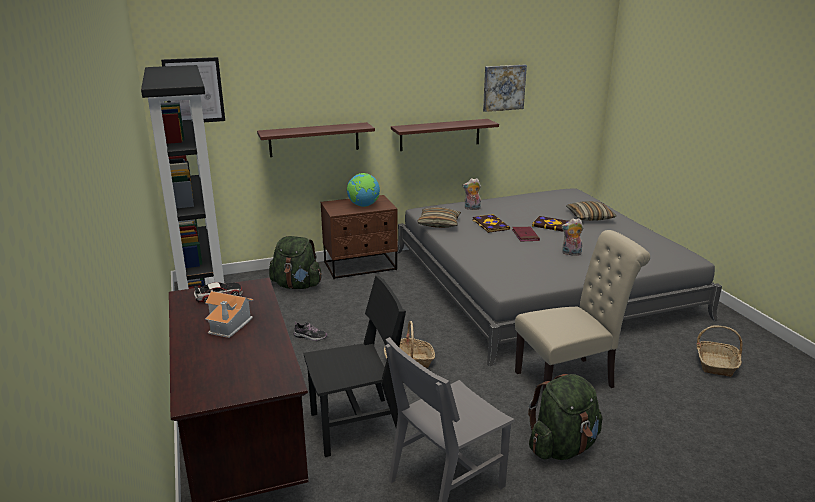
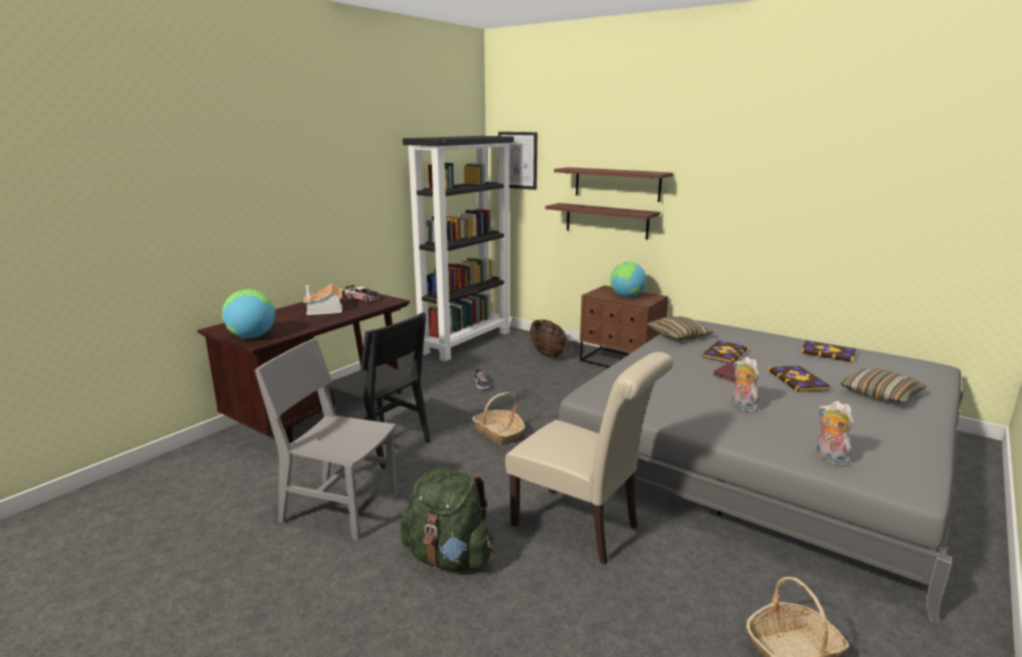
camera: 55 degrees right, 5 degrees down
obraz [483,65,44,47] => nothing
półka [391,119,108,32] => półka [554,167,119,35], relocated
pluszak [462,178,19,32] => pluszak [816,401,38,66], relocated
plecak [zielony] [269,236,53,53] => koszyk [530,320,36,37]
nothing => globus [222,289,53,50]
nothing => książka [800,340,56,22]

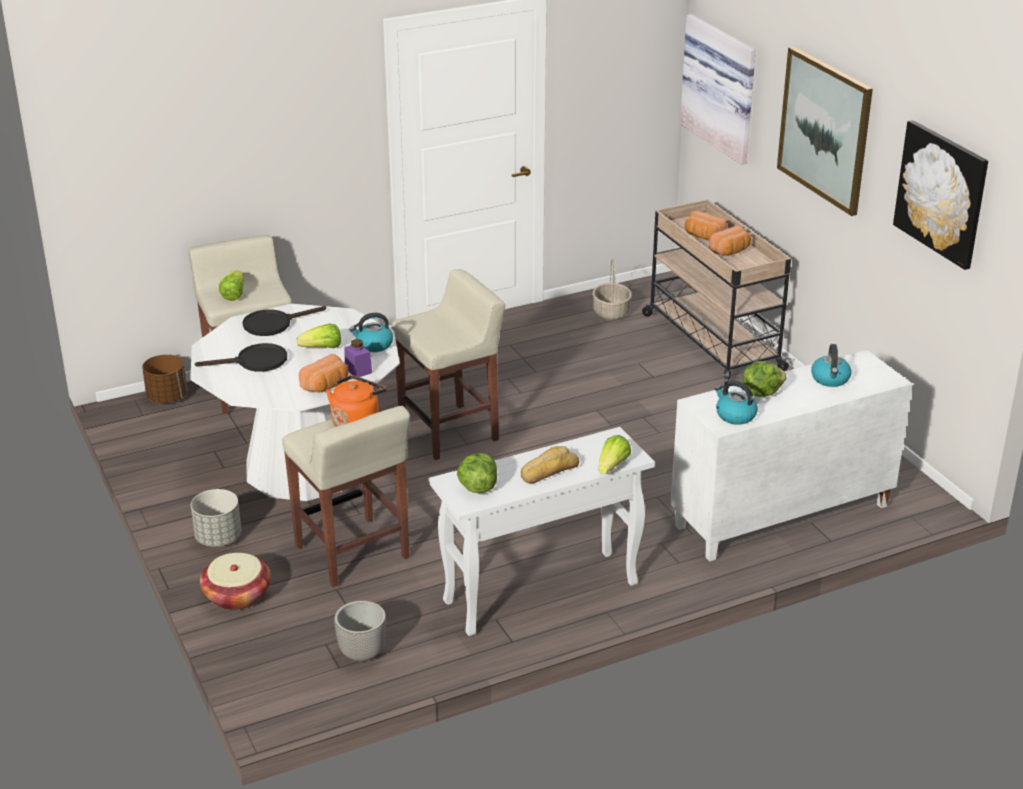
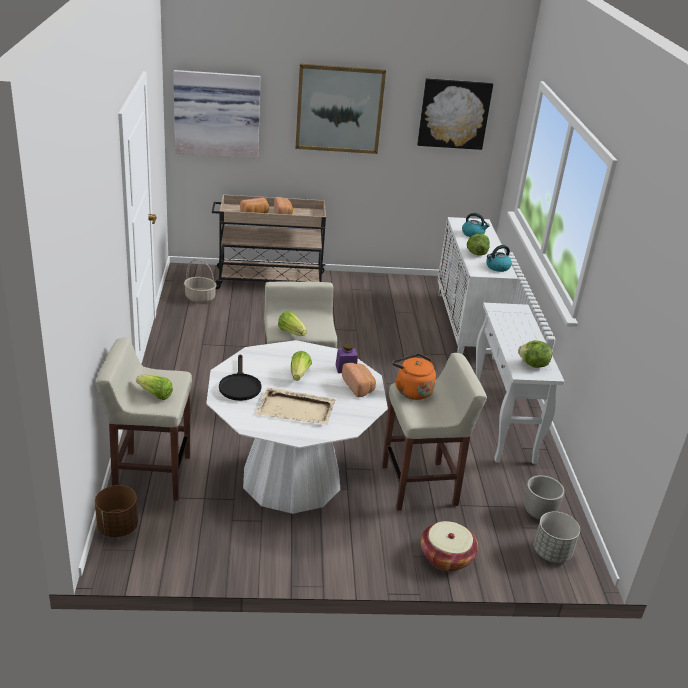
camera: 70 degrees left, 0 degrees up
czajnik [349,313,44,39] => nothing
patelnia [czarny] [195,343,92,29] => taca [beżowy] [255,387,81,37]
sałata [599,435,32,39] => sałata [278,311,29,25], relocated
chleb [521,446,58,37] => nothing
donica [szary] [191,489,50,58] => donica [szary] [534,512,46,51], relocated

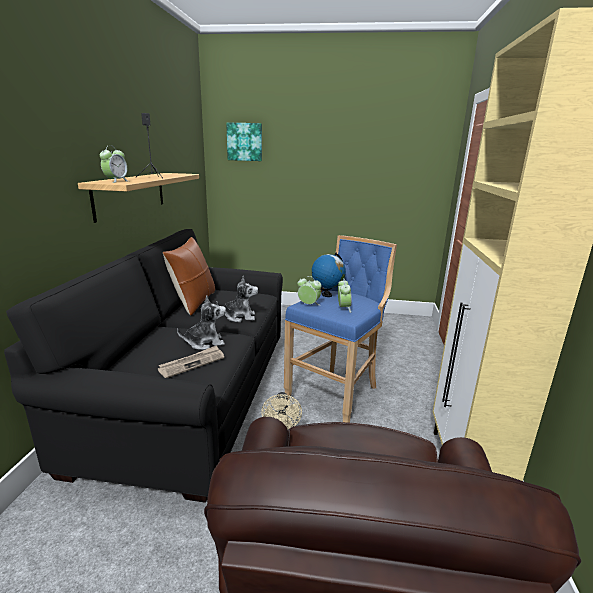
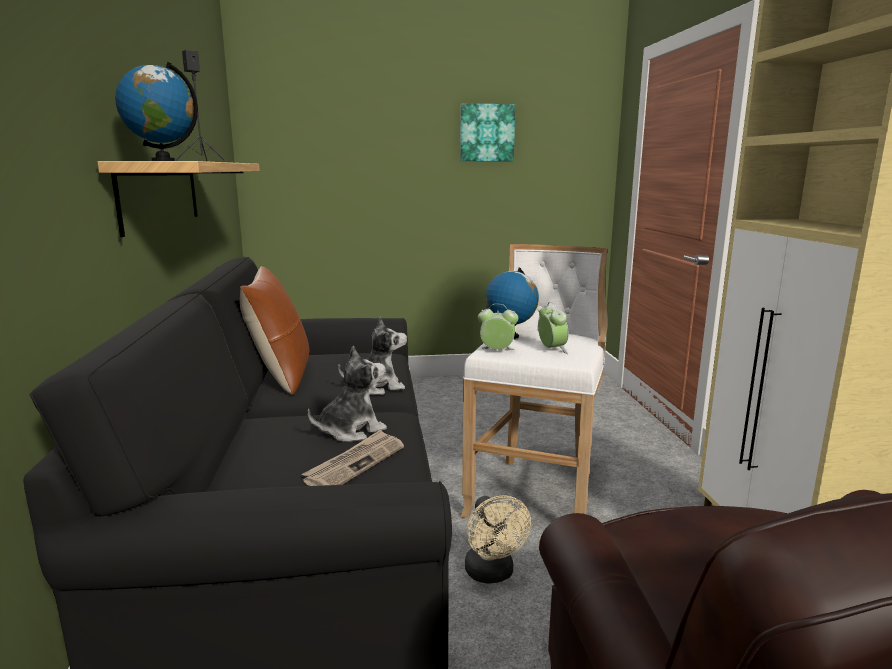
camera: 15 degrees left, 5 degrees down
obraz [226,123,36,38] => obraz [460,103,55,58], relocated
budzik [100,145,28,38] => globus [115,62,83,99]
stołek [niebieski] [284,235,113,188] => stołek [biały] [460,244,148,275]

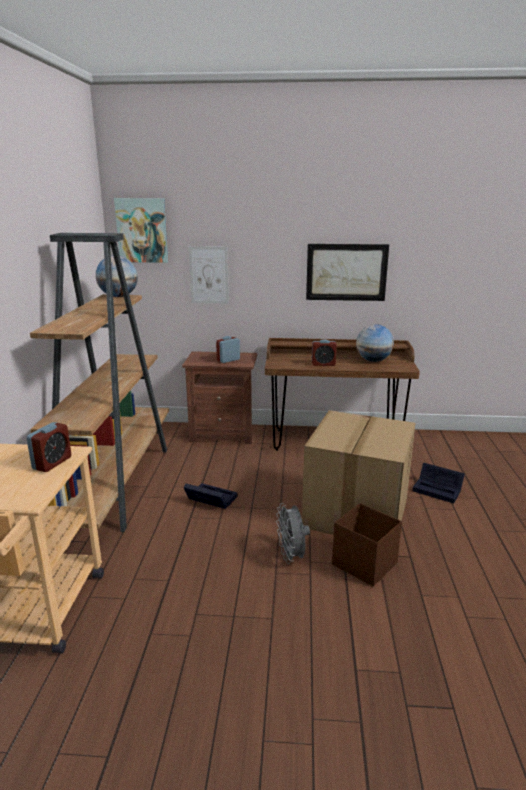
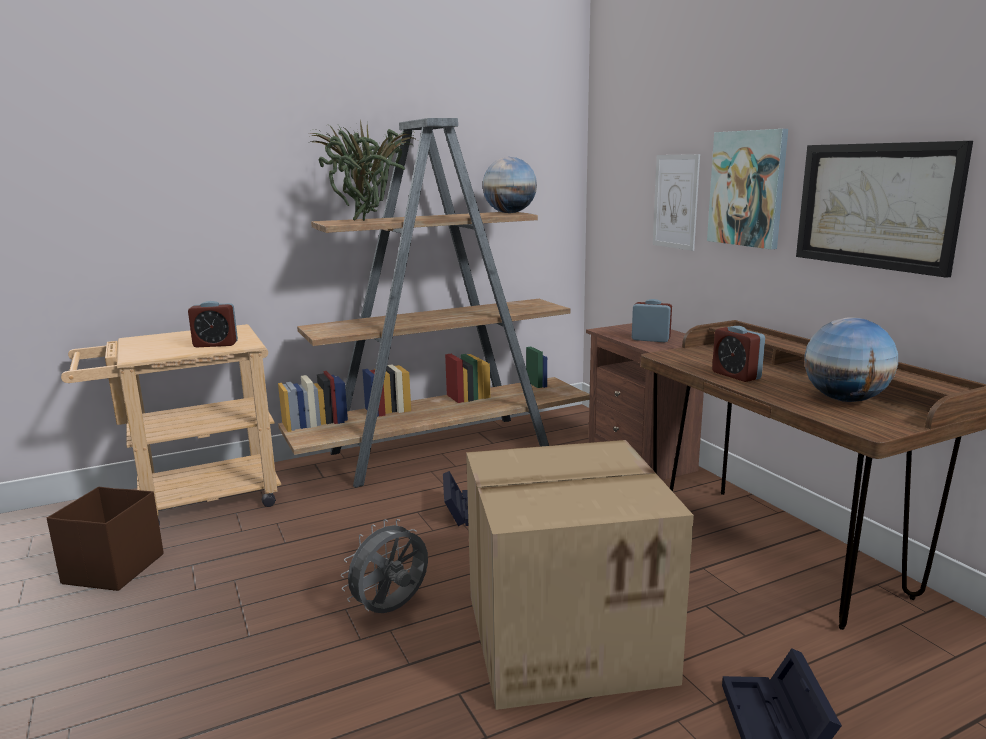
camera: 60 degrees right, 5 degrees down
obraz [114,198,55,65] => obraz [707,129,81,120], relocated
pojemnik do przechowywania [brązowy] [332,503,70,83] => pojemnik do przechowywania [brązowy] [47,487,117,104], relocated
nothing => roślina doniczkowa [310,119,107,102]

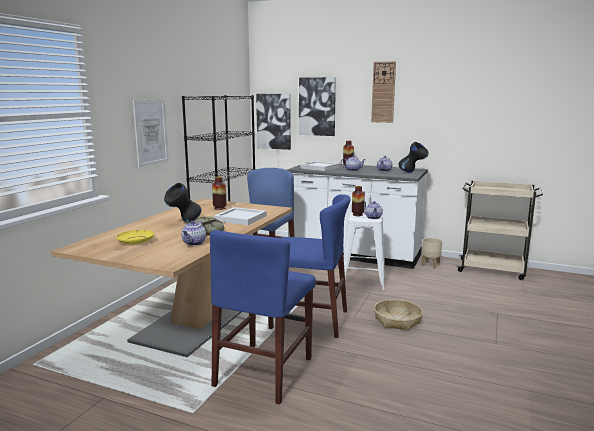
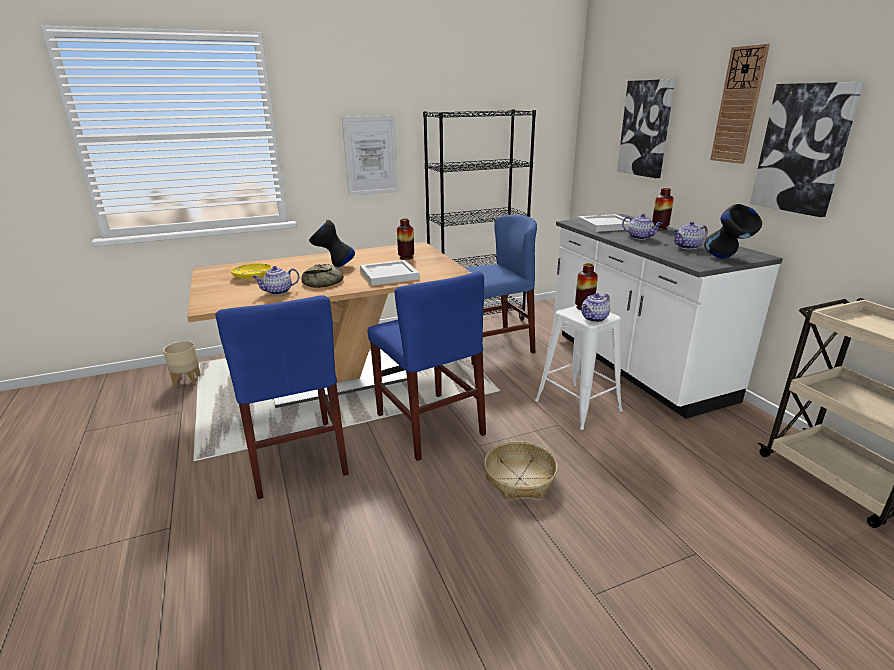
camera: 45 degrees right, 10 degrees up
obraz [256,94,35,56] => obraz [750,82,114,135], relocated
krzesło [niebieski] [210,230,106,174] => krzesło [niebieski] [215,295,134,204], 90 degrees counterclockwise
donica [beżowy] [421,238,21,31] => donica [beżowy] [163,341,38,46], relocated

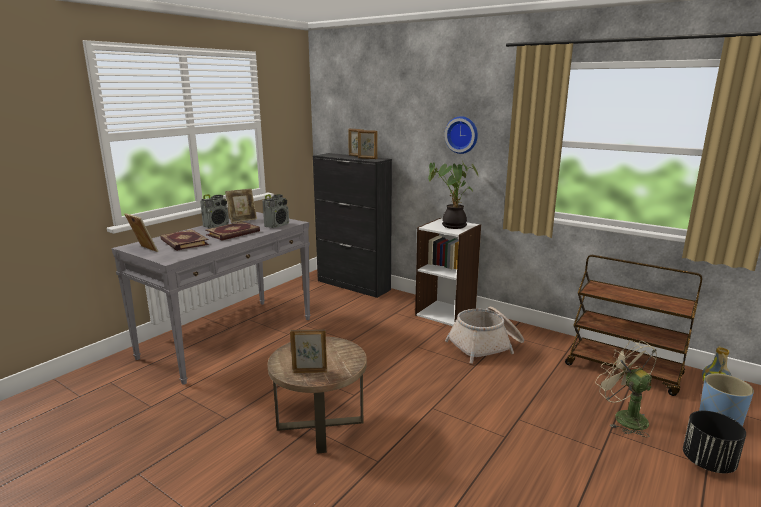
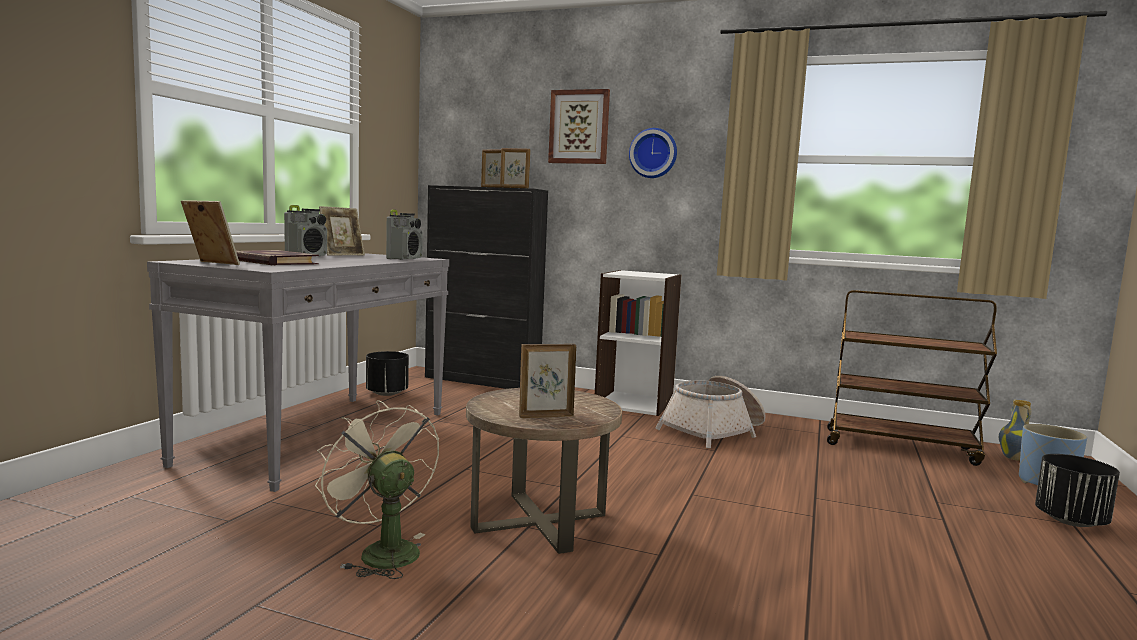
camera: 15 degrees left, 10 degrees down
roślina doniczkowa [428,160,50,69] => nothing
książka [205,222,55,19] => nothing
wentylator [beżowy] [595,340,62,97] => wentylator [beżowy] [315,400,124,179], relocated
nothing => obraz [548,89,62,75]
nothing => donica [czarny] [366,351,43,45]

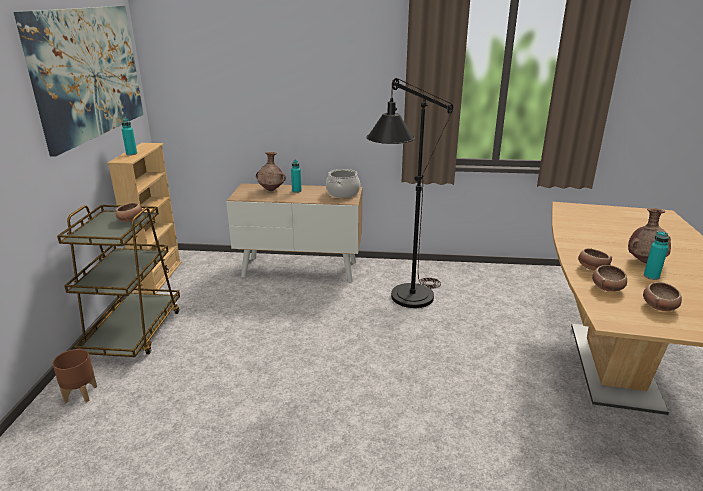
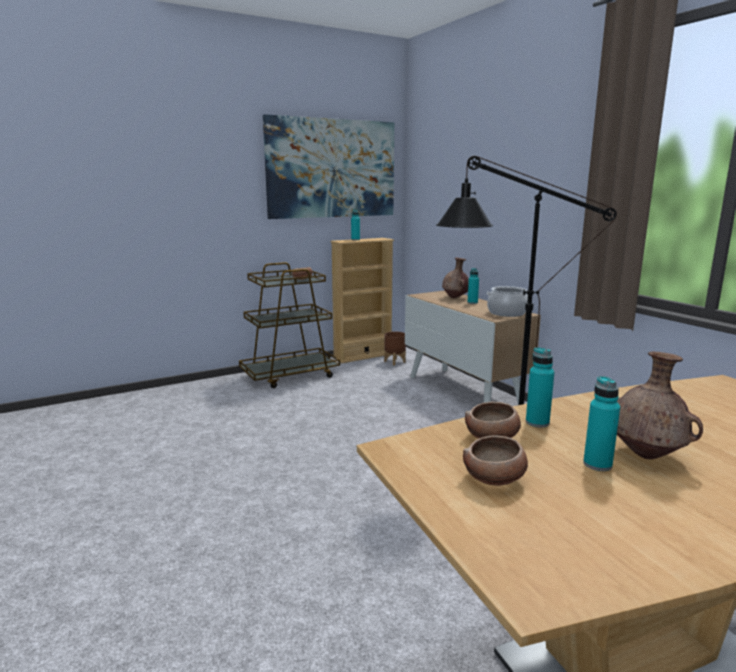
camera: 55 degrees right, 10 degrees down
miska [578,249,34,22] => butelka [turkusowy] [526,347,29,81]
donica [brązowy] [52,349,45,54] => donica [brązowy] [384,331,22,34], relocated

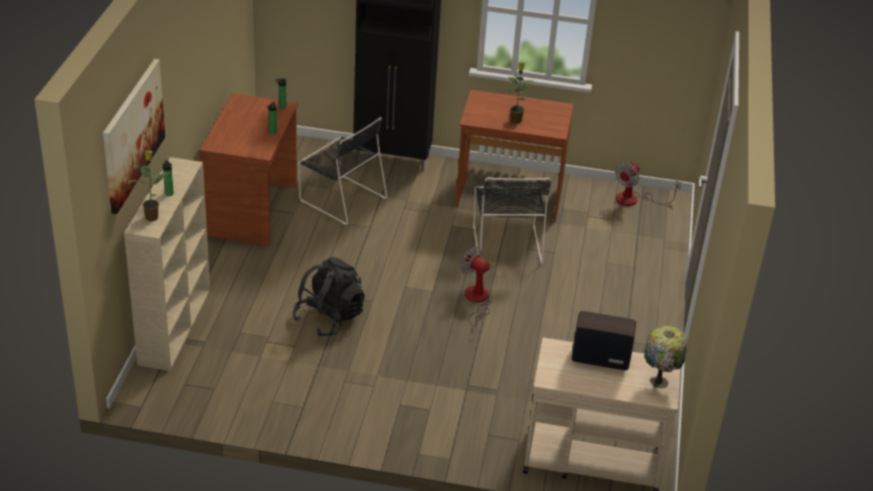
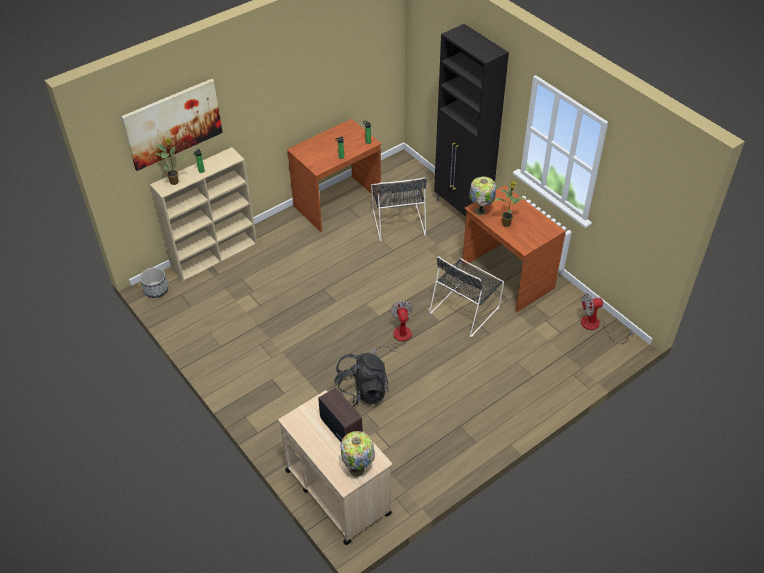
camera: 45 degrees right, 10 degrees up
plecak [czarny] [292,257,73,80] => plecak [czarny] [334,353,55,54], relocated
nothing => lampa stołowa [469,176,27,40]
nothing => donica [140,267,28,31]

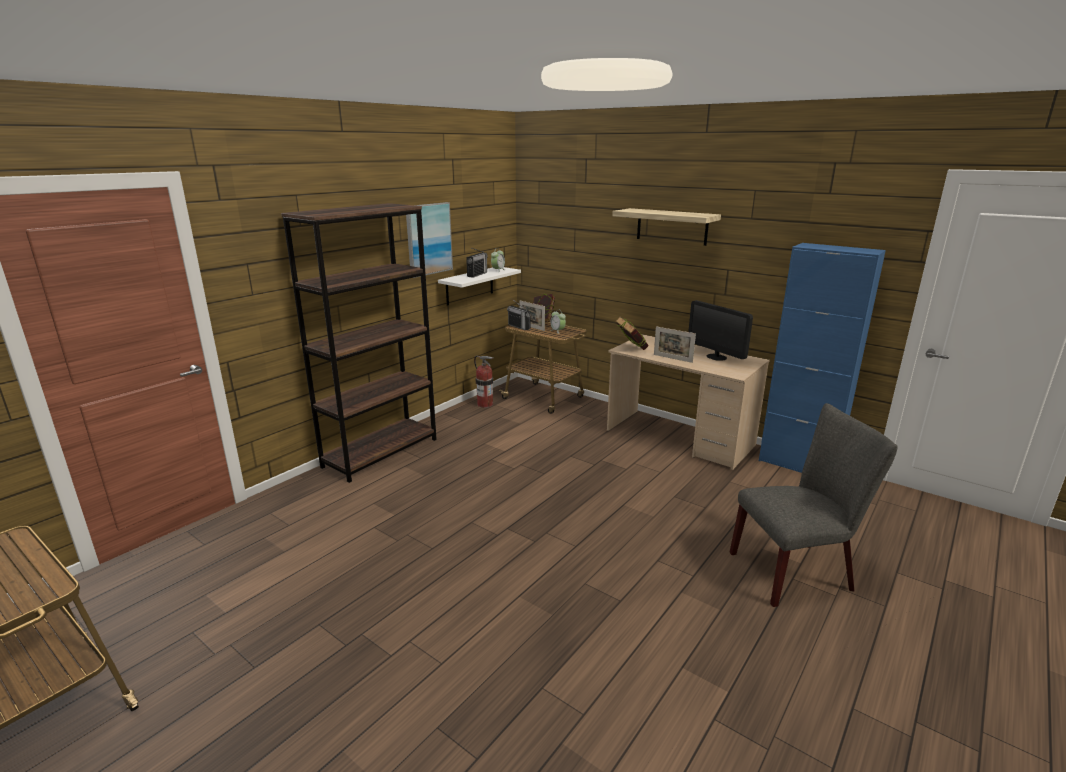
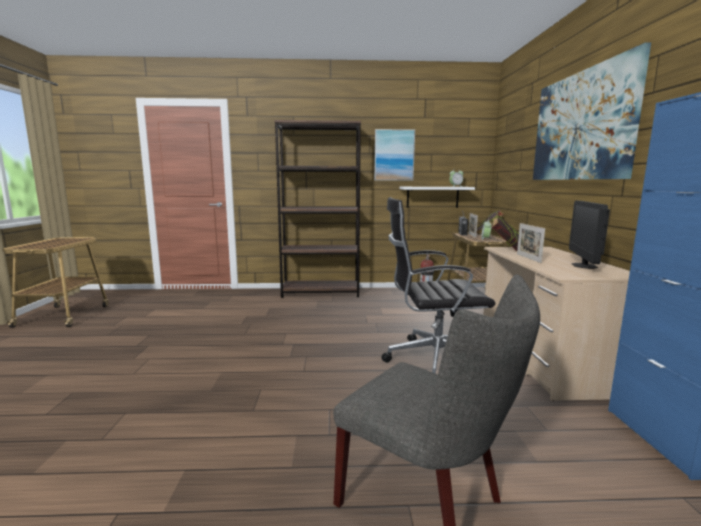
camera: 50 degrees right, 10 degrees down
półka [612,208,109,38] => obraz [533,42,118,138]
radio [466,248,22,30] => nothing
nothing => krzesło biurowe [czarny] [381,197,114,177]

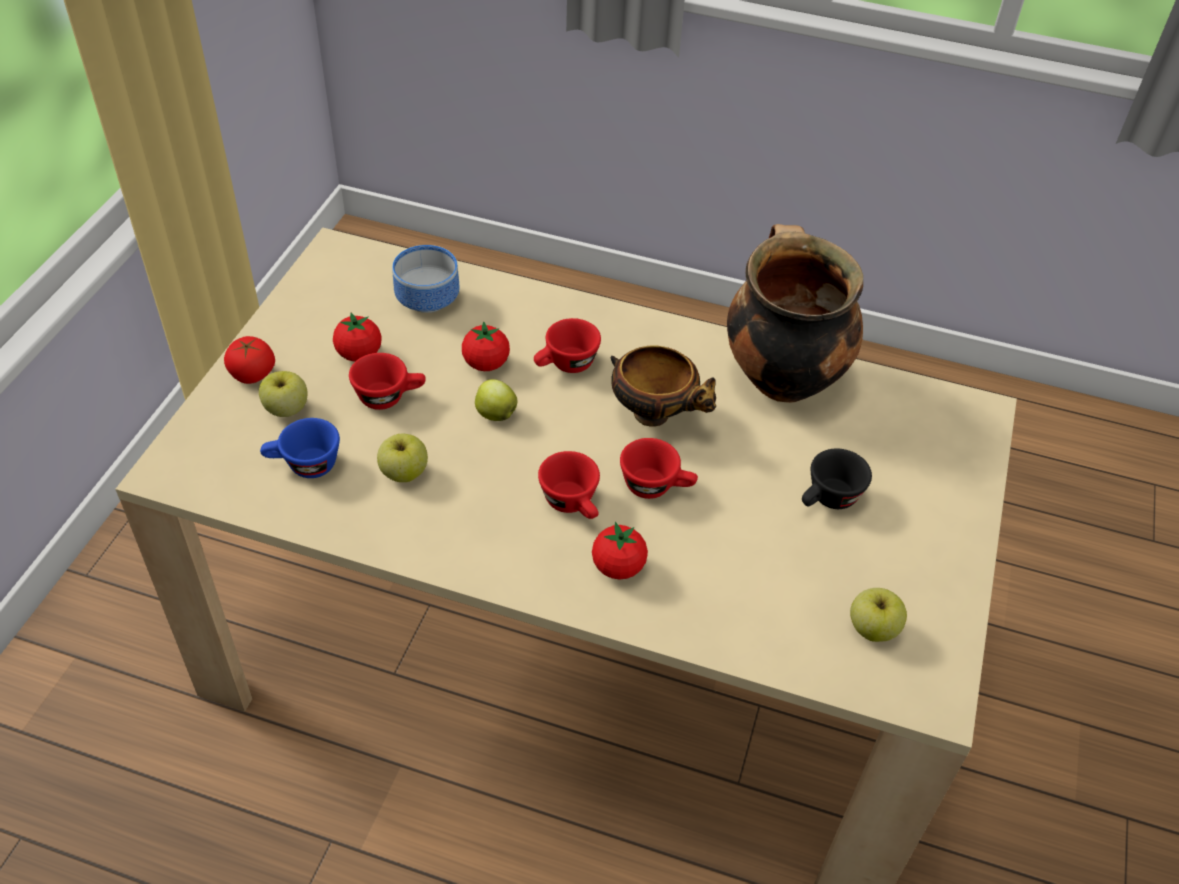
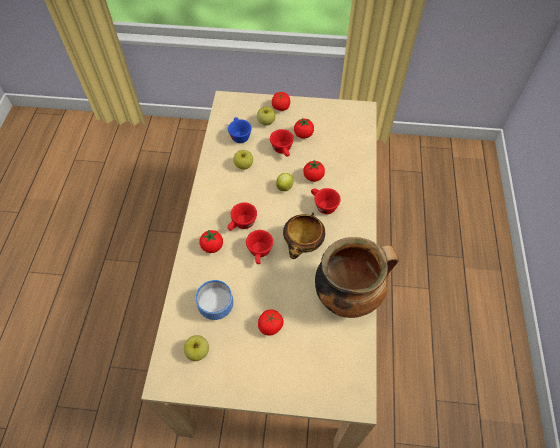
camera: 80 degrees right, 10 degrees up
miska [392,245,67,68] => miska [196,280,38,40], relocated
filiżanka [czarny] [802,449,70,60] => pomidor [258,309,26,27]

